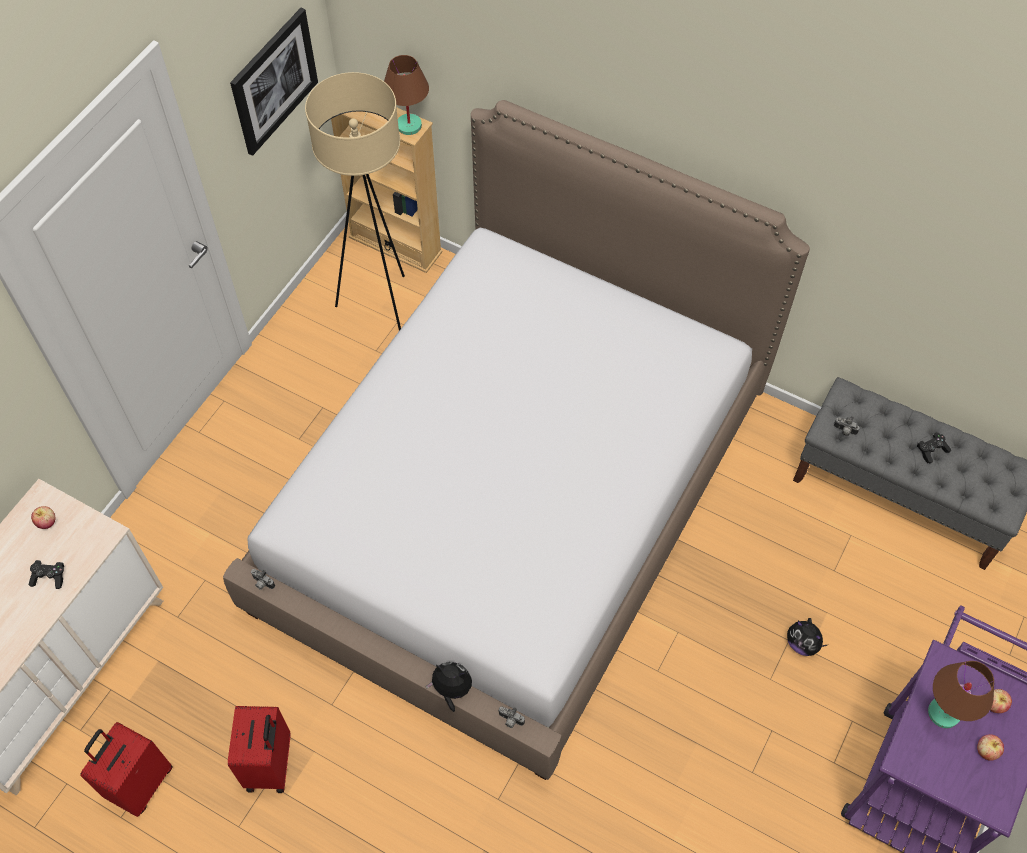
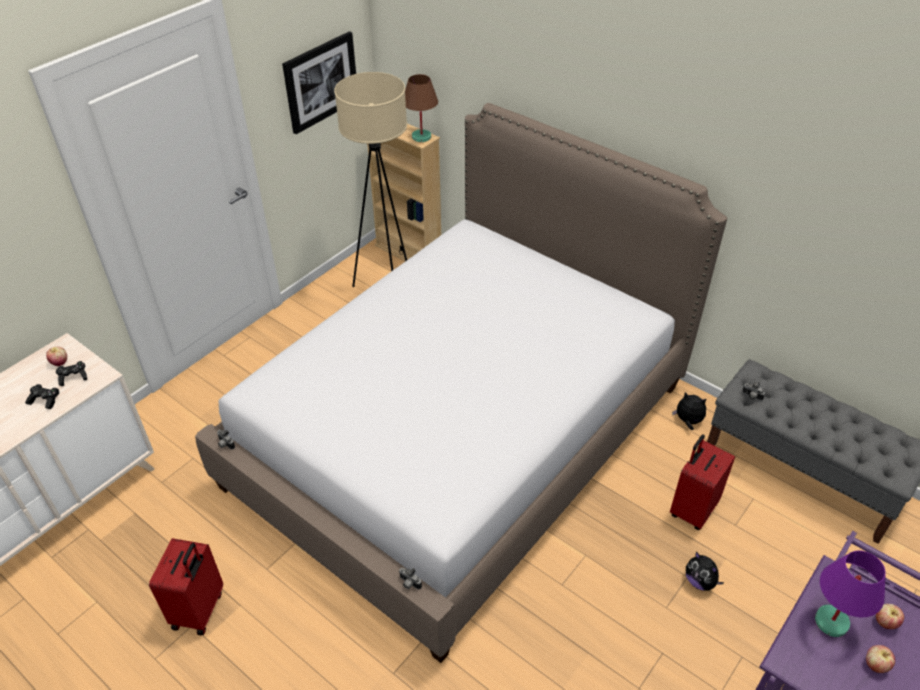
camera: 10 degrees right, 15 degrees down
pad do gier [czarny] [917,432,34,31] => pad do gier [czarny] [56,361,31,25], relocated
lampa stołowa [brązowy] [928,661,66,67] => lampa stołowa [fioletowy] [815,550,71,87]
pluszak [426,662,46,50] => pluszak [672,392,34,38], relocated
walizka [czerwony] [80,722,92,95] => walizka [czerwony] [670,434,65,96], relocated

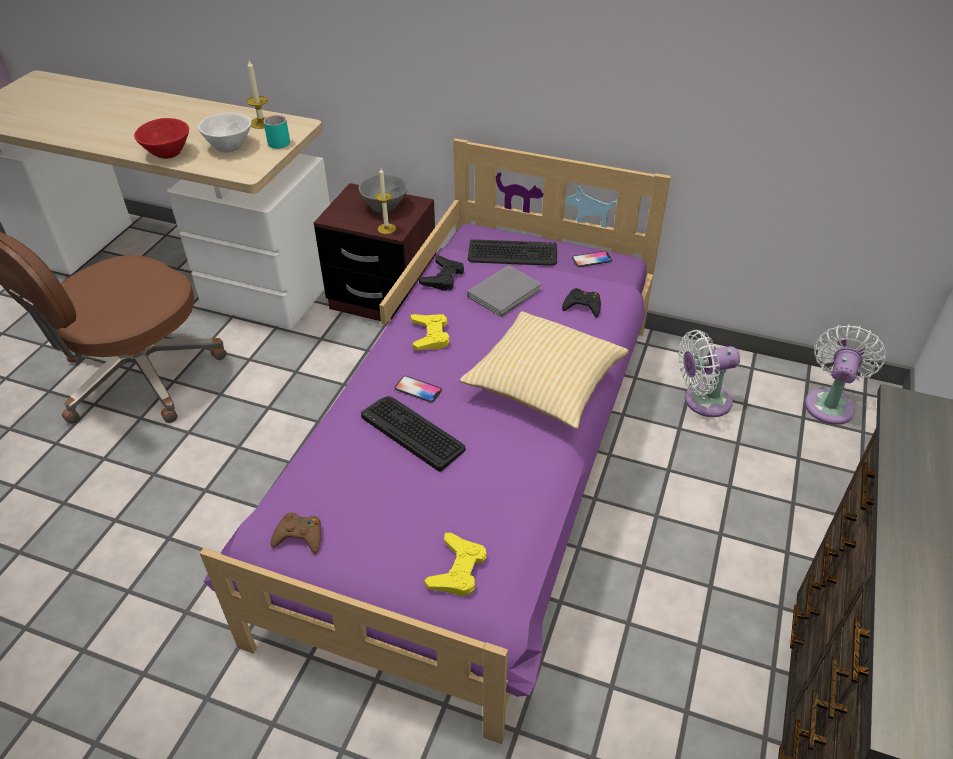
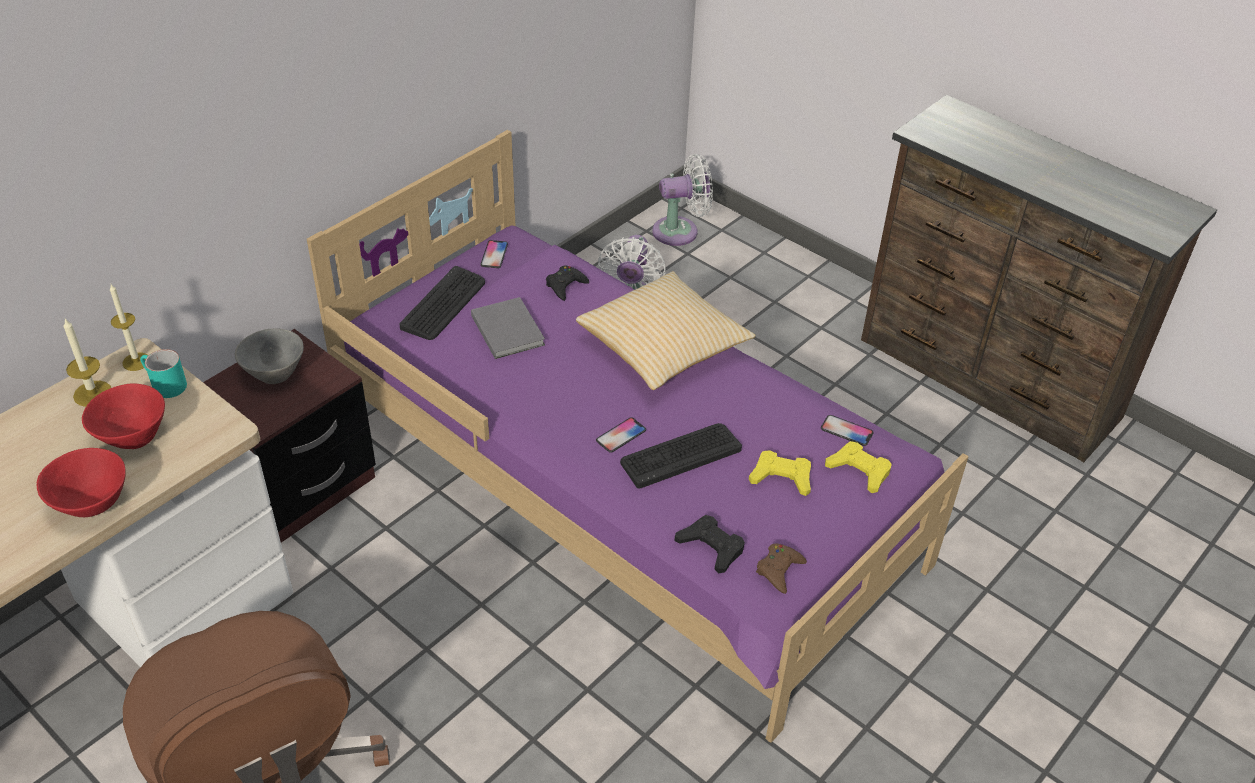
camera: 70 degrees left, 0 degrees up
miska [biały] [198,113,53,39] => miska [czerwony] [82,384,83,65]
świeca [376,168,20,66] => świeca [110,284,37,87], relocated
pad do gier [czarny] [419,255,45,36] => pad do gier [czarny] [674,515,71,59], relocated
pad do gier [żółty] [411,314,38,36] => pad do gier [żółty] [749,450,62,46], relocated
wentylator [biały] [805,325,81,100] => wentylator [biały] [652,154,61,92], 120 degrees clockwise
nothing => telefon [821,415,53,31]

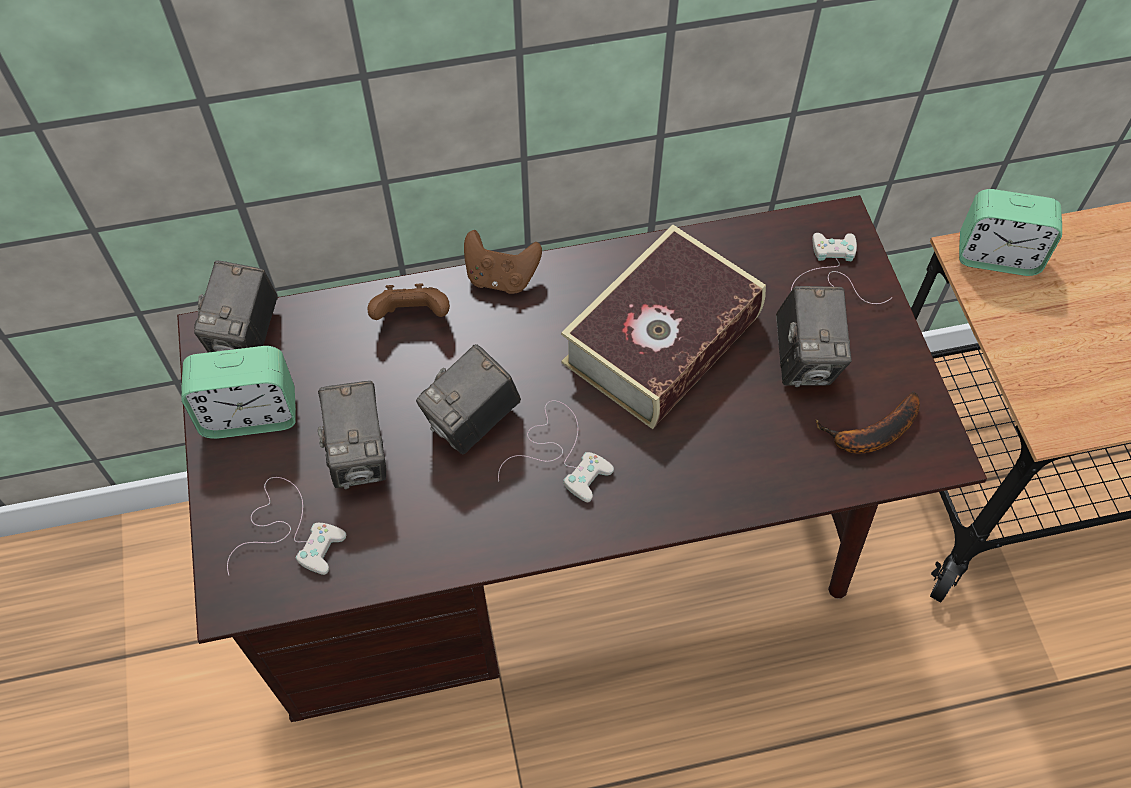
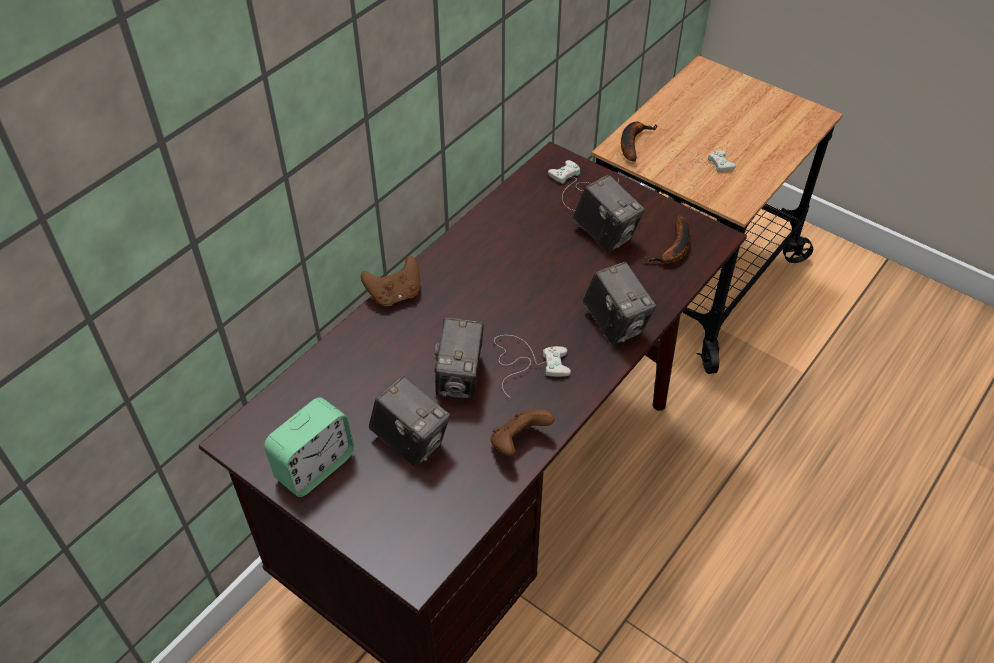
camera: 40 degrees left, 10 degrees down
budzik [959,189,103,87] => banan [621,122,37,40]
książka [561,225,205,204] => nothing
aparat fotograficzny [194,260,84,92] => aparat fotograficzny [583,262,74,83], relocated
pad do gier [brązowy] [367,284,83,36] => pad do gier [brązowy] [491,409,63,47], relocated
pad do gier [biały] [227,477,119,98] => pad do gier [biały] [668,150,68,40], relocated

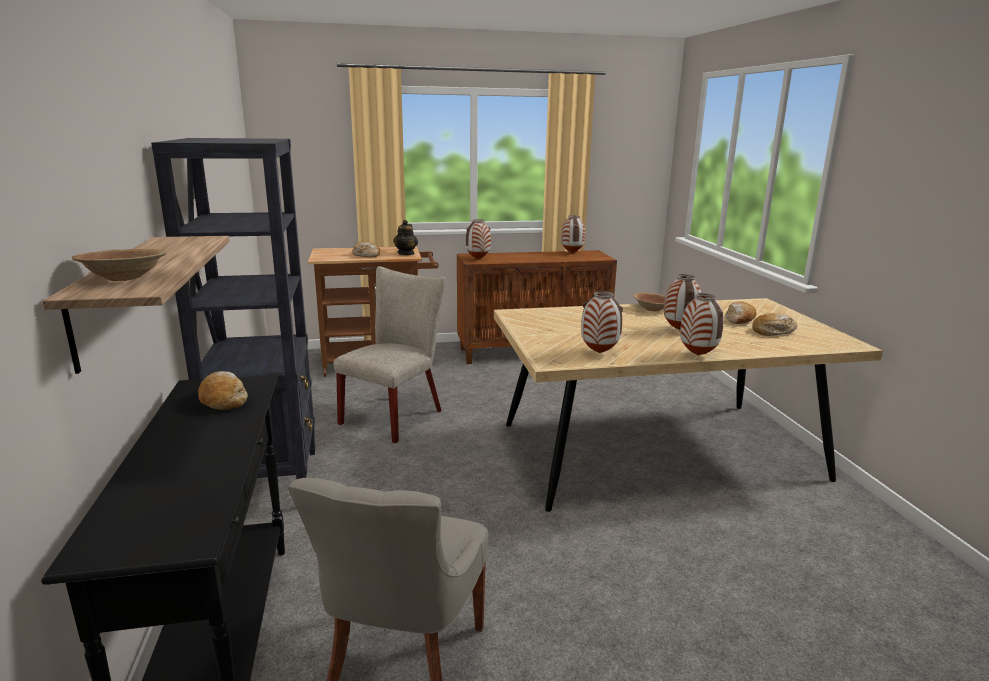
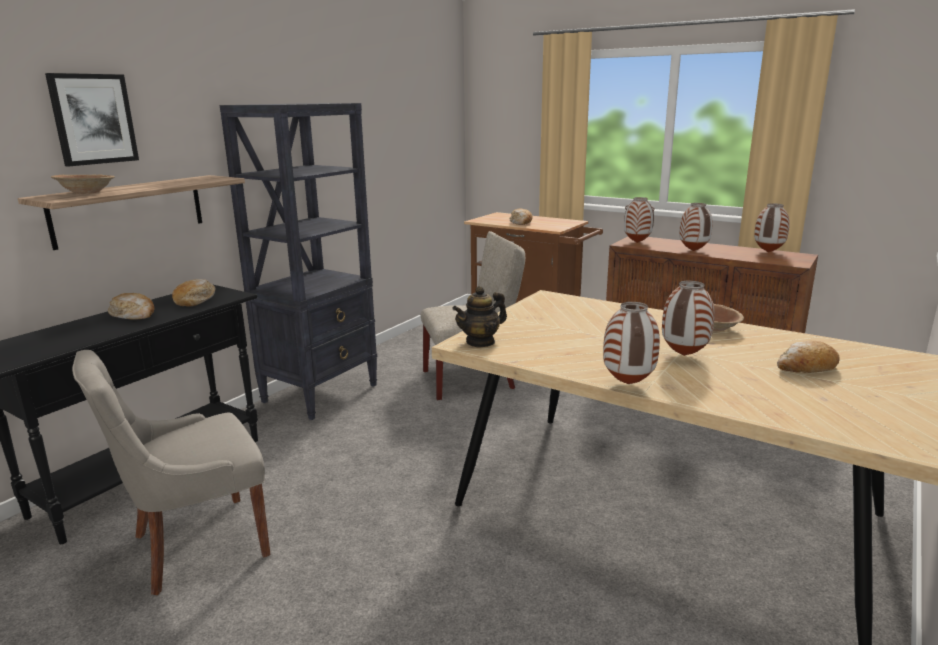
camera: 45 degrees right, 0 degrees up
imbryk [393,220,25,35] => imbryk [452,286,55,62], relocated
wazon [581,291,42,62] => wazon [679,203,33,48], relocated
chleb [752,313,46,23] => chleb [108,293,47,27], relocated
nothing => obraz [45,73,94,94]

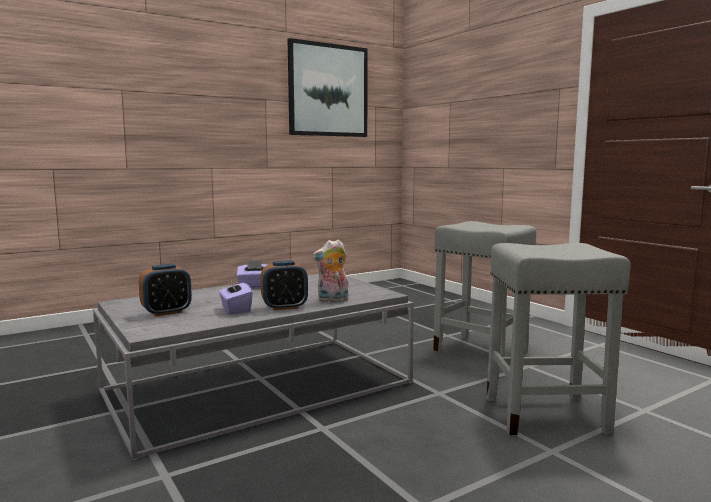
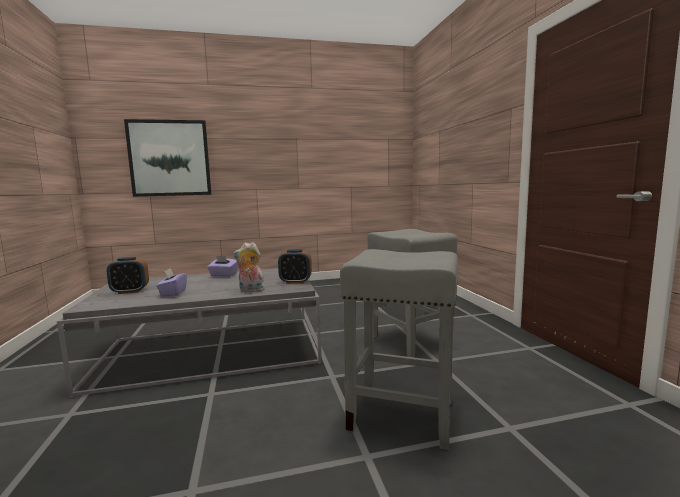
camera: 20 degrees right, 0 degrees up
obraz [288,38,80,99] => obraz [124,119,87,78], relocated
budzik [261,261,47,49] => budzik [278,249,34,35], relocated

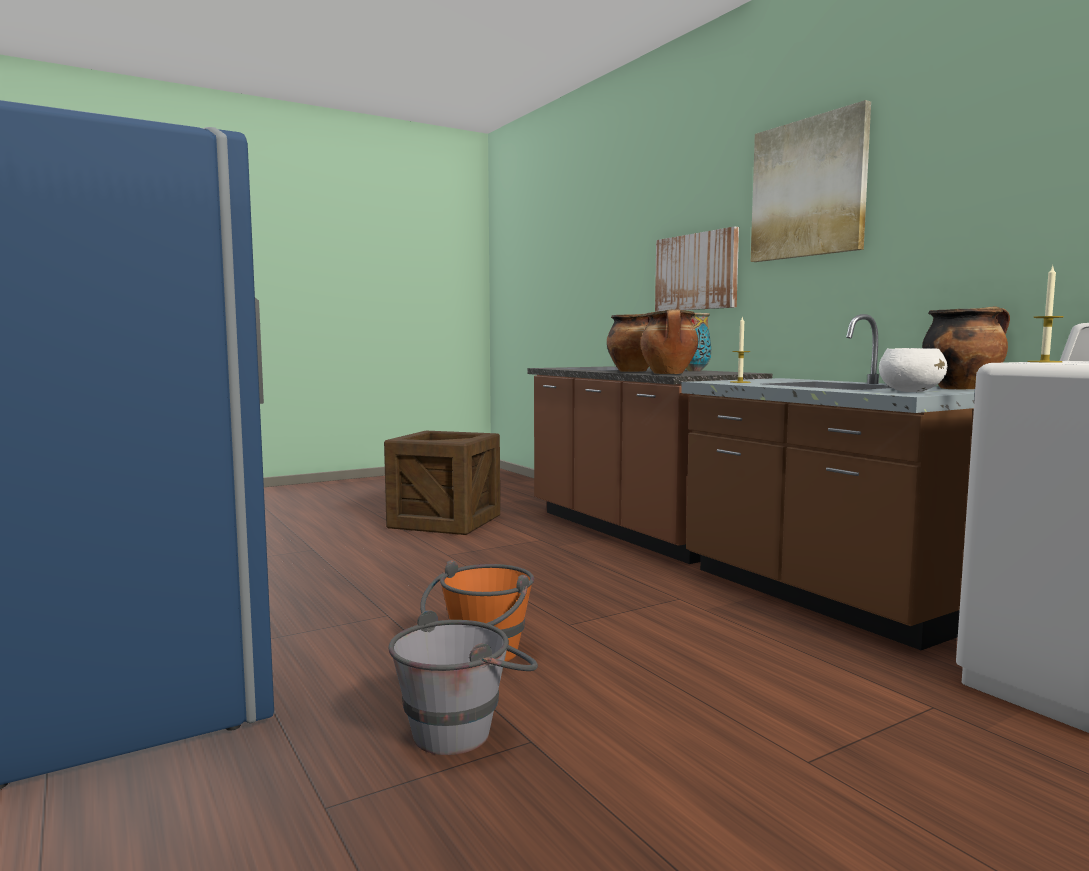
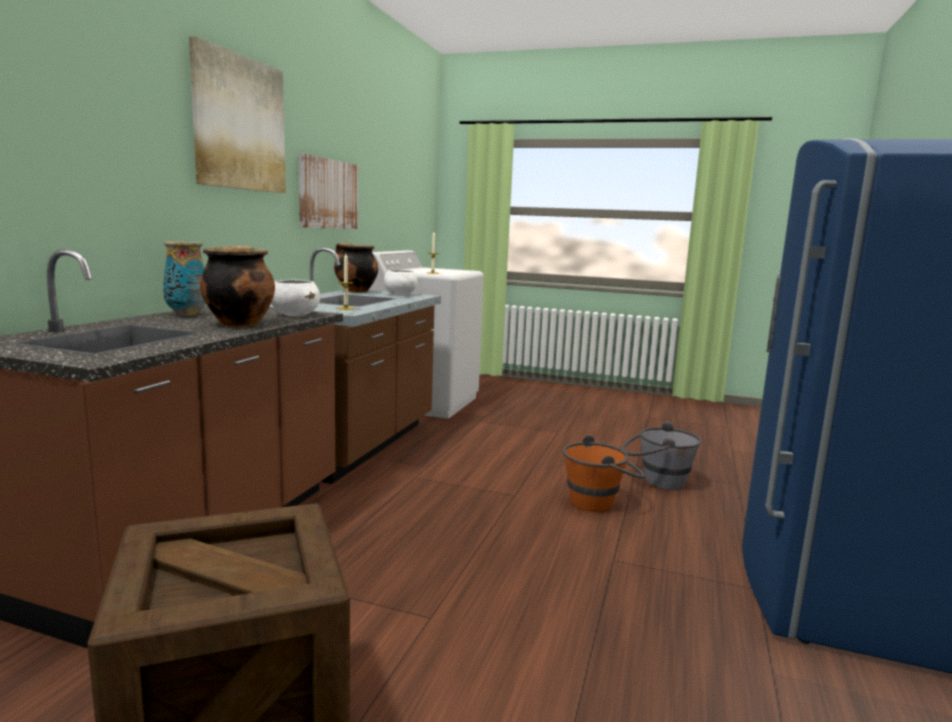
camera: 130 degrees left, 5 degrees up
obraz [655,226,84,85] => obraz [299,154,59,75], relocated
garnek [641,309,57,65] => miska [biały] [271,280,49,36]

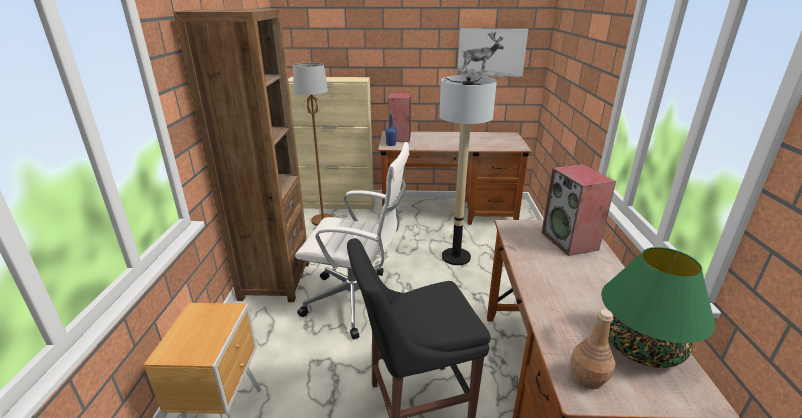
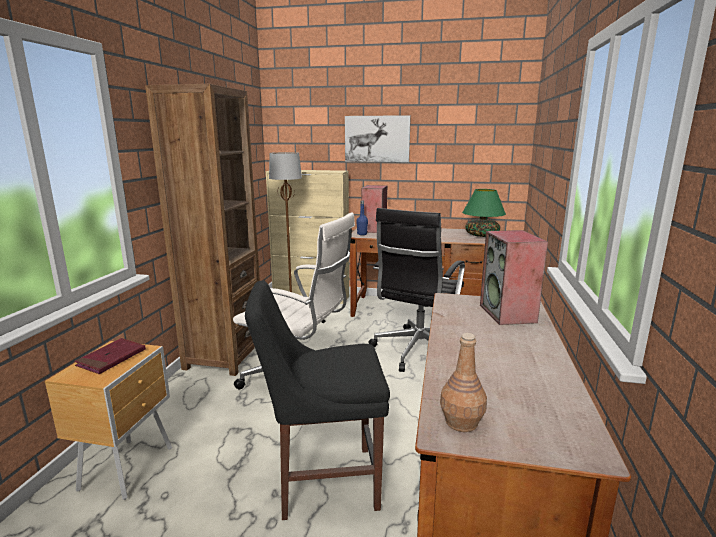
camera: 10 degrees right, 10 degrees down
obraz [457,29,71,48] => obraz [345,115,66,47], relocated
lampa stojąca [439,75,58,190] => krzesło biurowe [czarny] [368,208,97,164]
lampa stołowa [zielony] [601,247,114,121] => lampa stołowa [zielony] [462,189,44,48], relocated
nothing => książka [czerwony] [74,338,72,36]

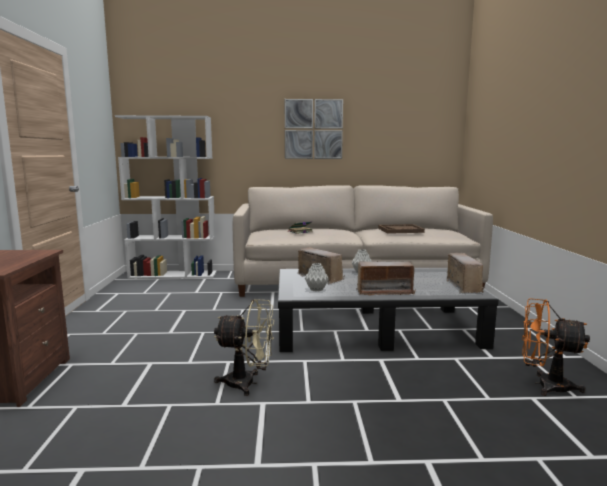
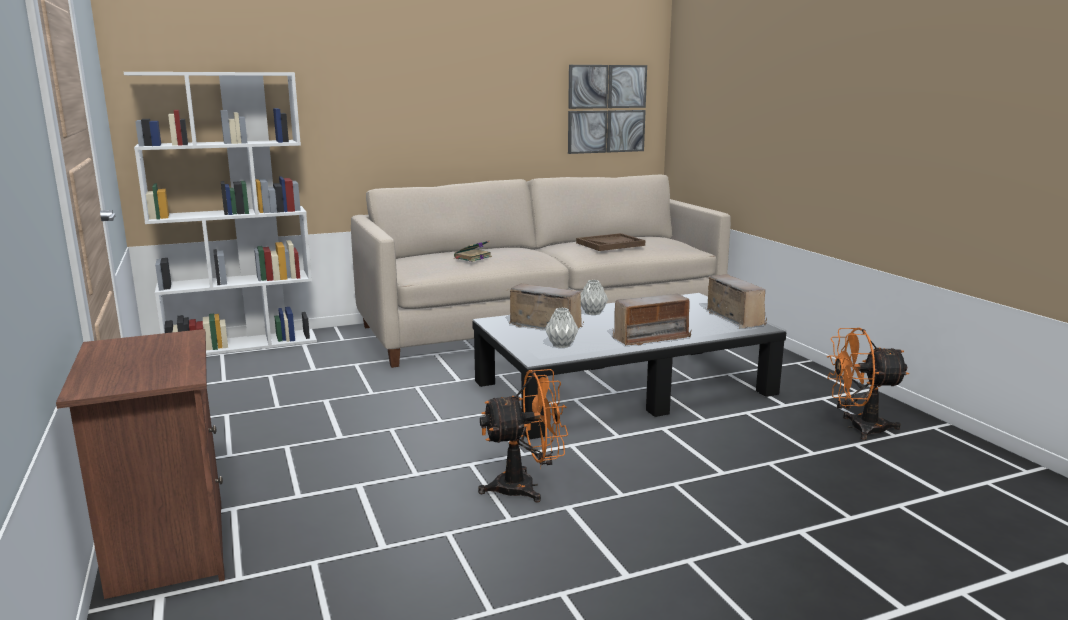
camera: 20 degrees left, 5 degrees up
obraz [285,99,58,60] => obraz [568,65,79,89], relocated
wentylator [beżowy] [214,299,60,97] => wentylator [pomarańczowy] [478,369,90,133]

